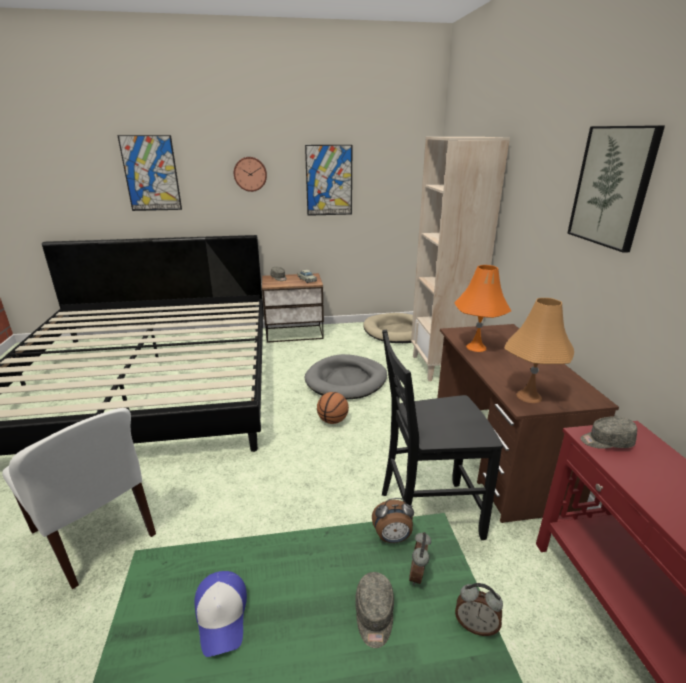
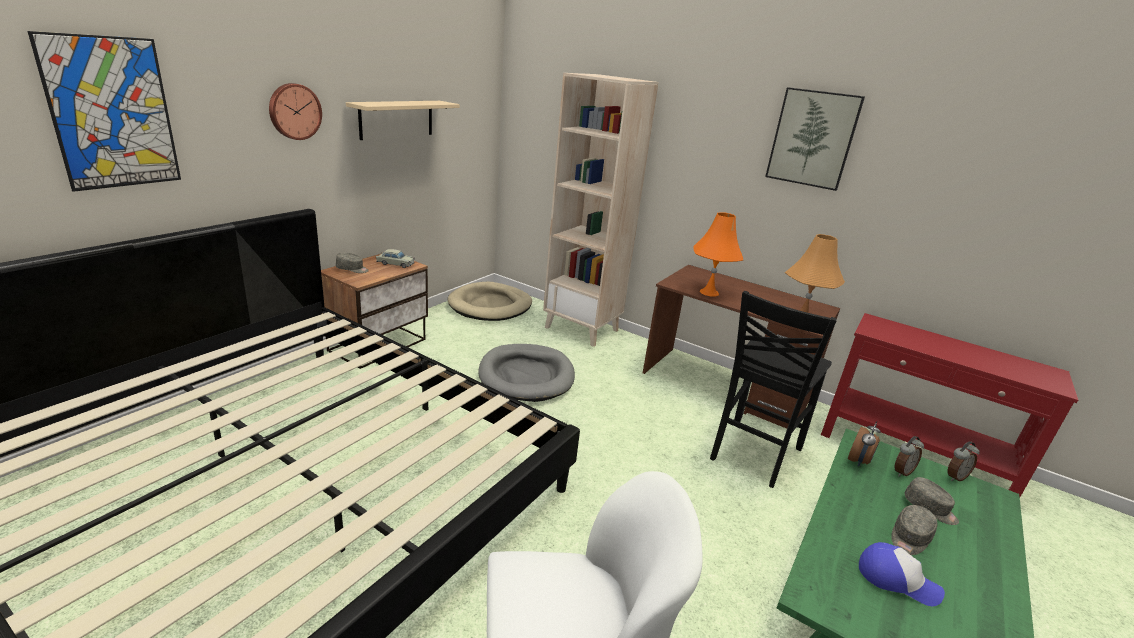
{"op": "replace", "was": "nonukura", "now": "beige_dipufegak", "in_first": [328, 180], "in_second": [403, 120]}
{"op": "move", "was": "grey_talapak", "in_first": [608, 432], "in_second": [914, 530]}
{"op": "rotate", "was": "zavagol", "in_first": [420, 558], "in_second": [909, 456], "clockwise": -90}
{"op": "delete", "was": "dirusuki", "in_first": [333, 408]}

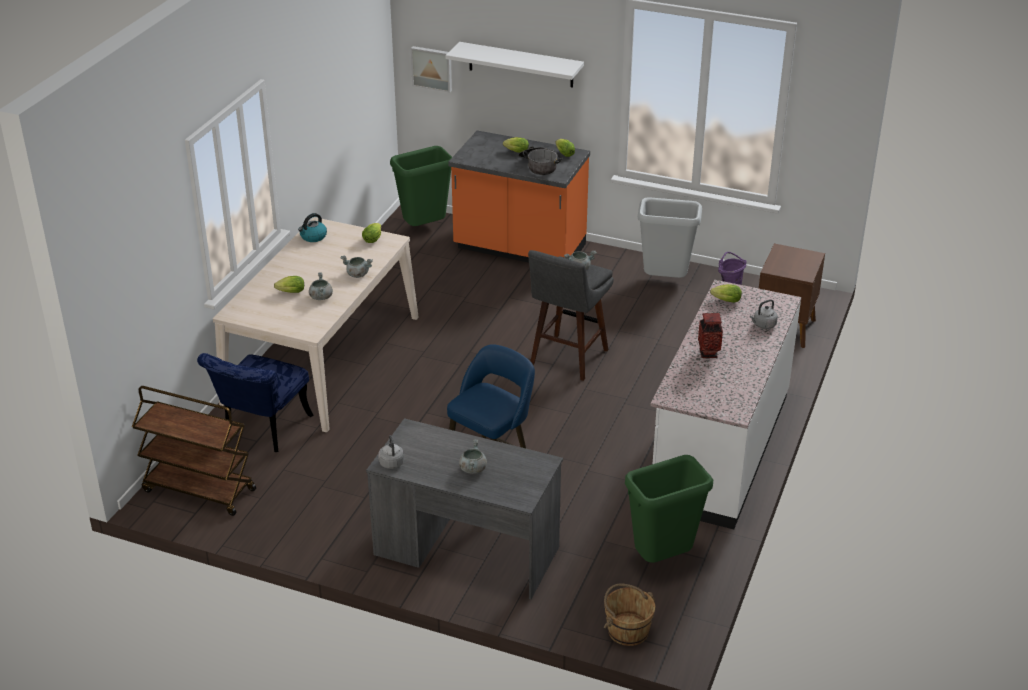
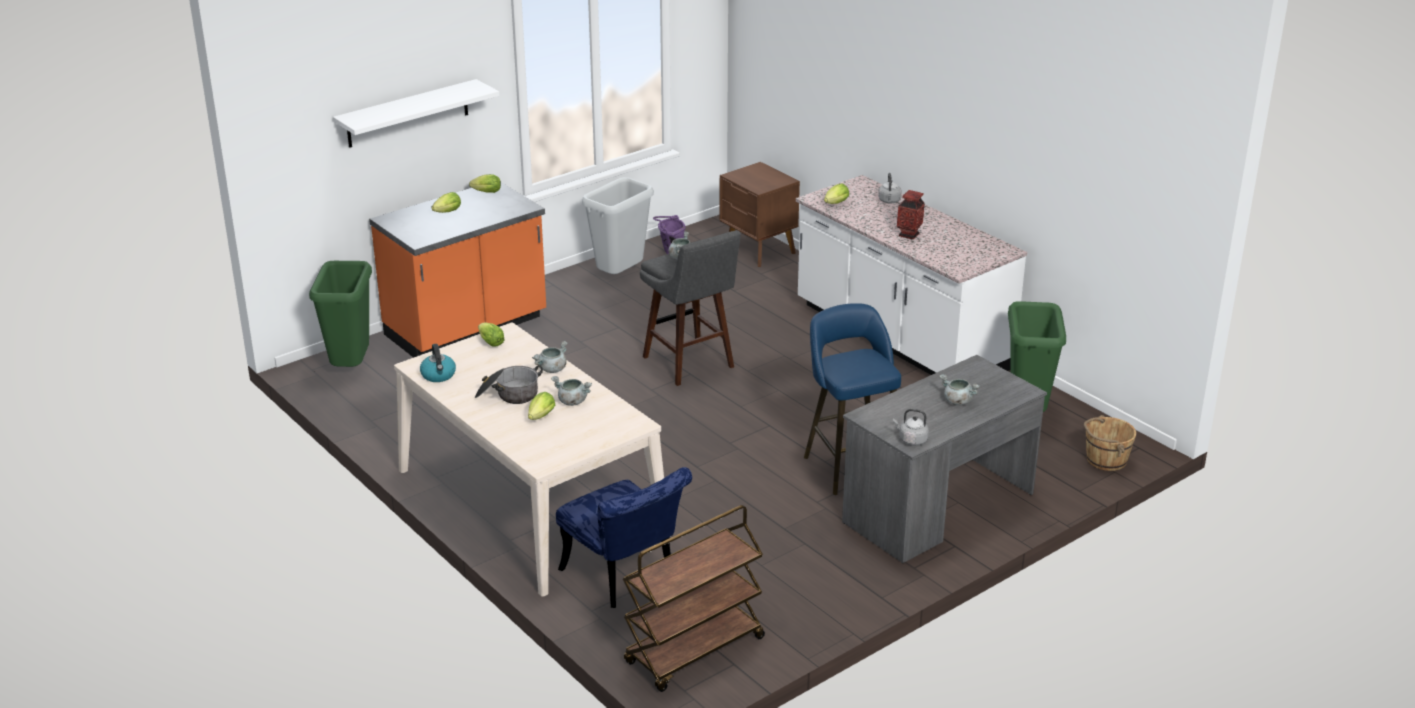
{"op": "move", "was": "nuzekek", "in_first": [540, 161], "in_second": [509, 384]}
{"op": "delete", "was": "nonukura", "in_first": [431, 69]}

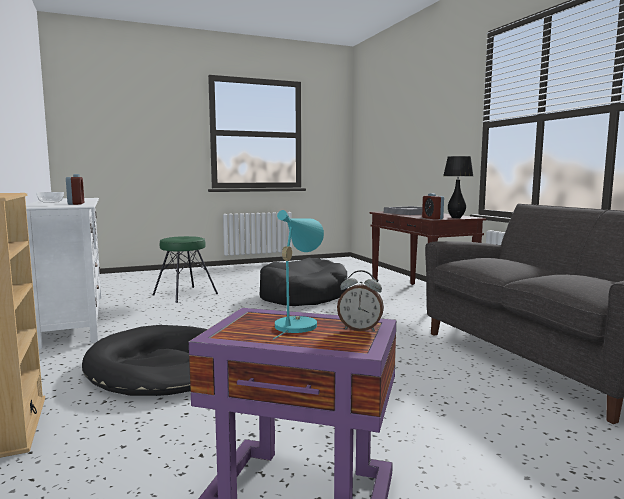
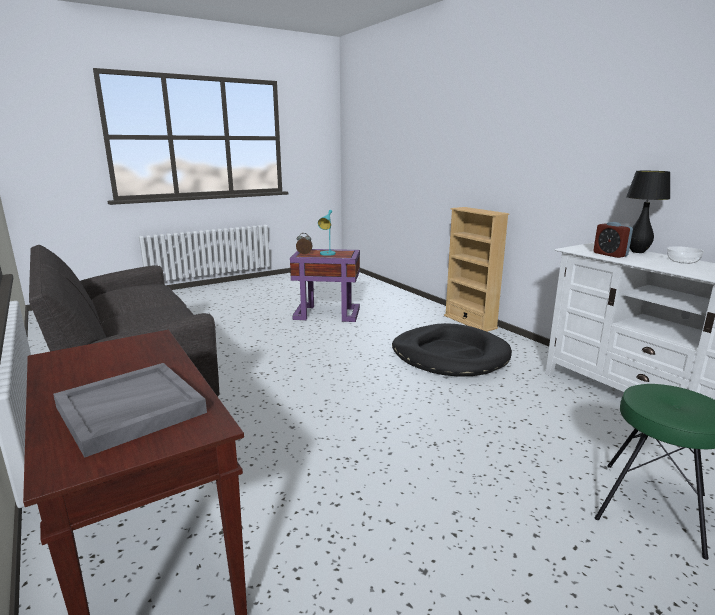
{"op": "move", "was": "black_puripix", "in_first": [458, 187], "in_second": [648, 212]}
{"op": "delete", "was": "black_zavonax", "in_first": [303, 282]}
{"op": "delete", "was": "zavagol", "in_first": [433, 206]}

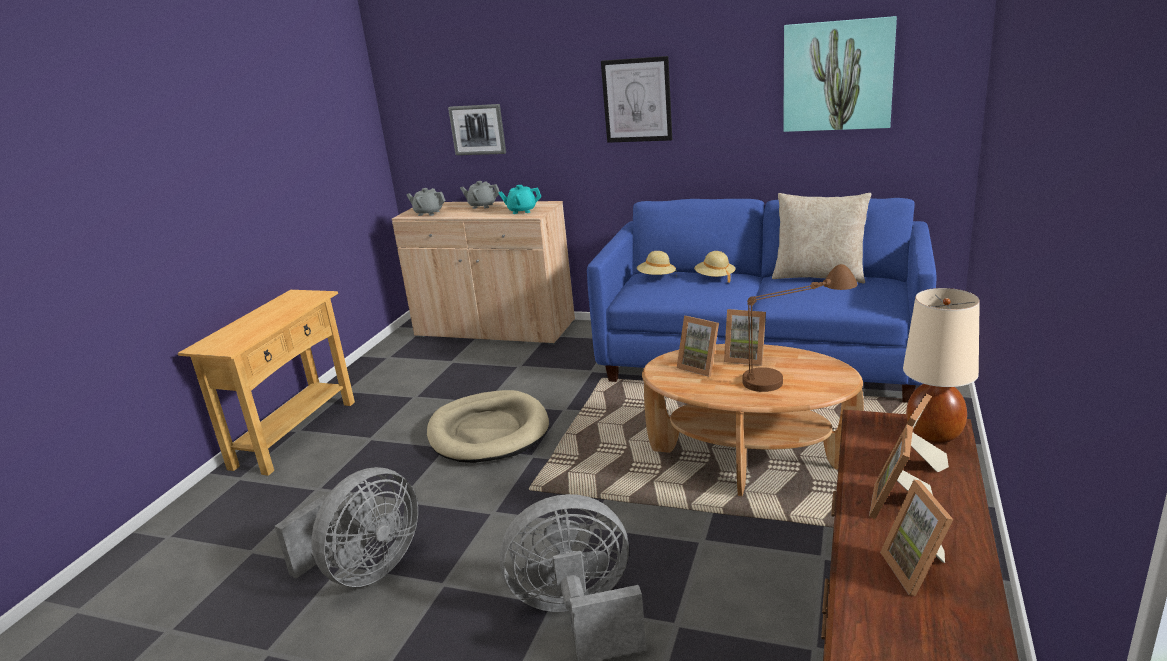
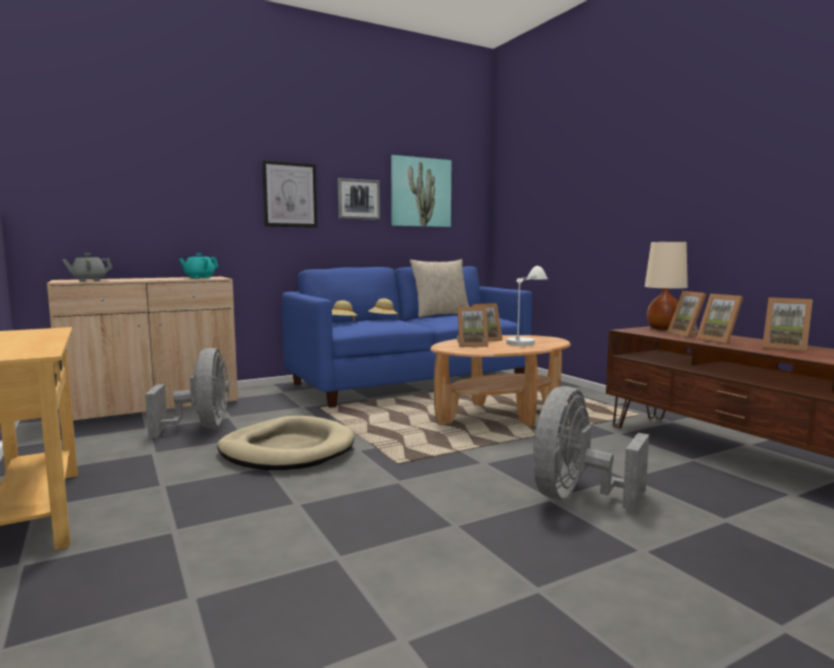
{"op": "move", "was": "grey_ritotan", "in_first": [346, 527], "in_second": [187, 393]}
{"op": "move", "was": "nonukura", "in_first": [477, 129], "in_second": [358, 199]}
{"op": "recolor", "was": "brown_puripix", "now": "white_puripix", "in_first": [800, 328], "in_second": [527, 306]}
{"op": "delete", "was": "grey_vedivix", "in_first": [480, 195]}

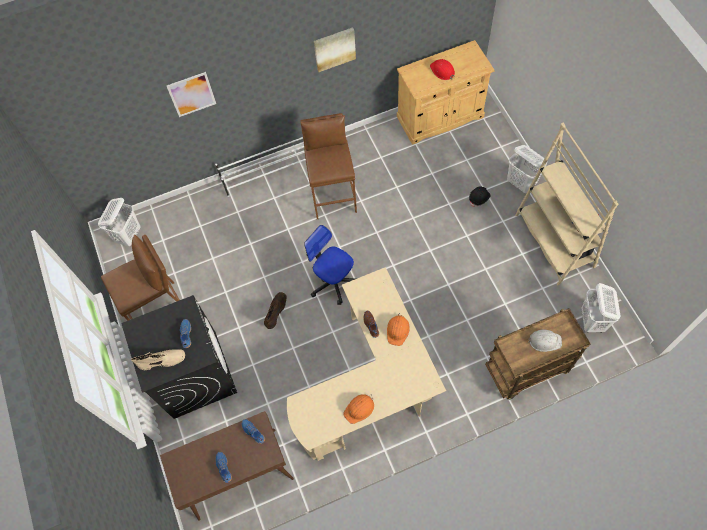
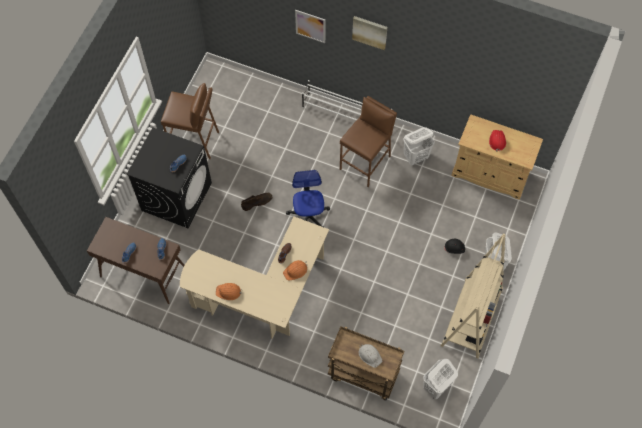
{"op": "move", "was": "nonukura", "in_first": [335, 49], "in_second": [370, 33]}
{"op": "move", "was": "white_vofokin", "in_first": [119, 222], "in_second": [419, 146]}
{"op": "delete", "was": "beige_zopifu", "in_first": [158, 359]}

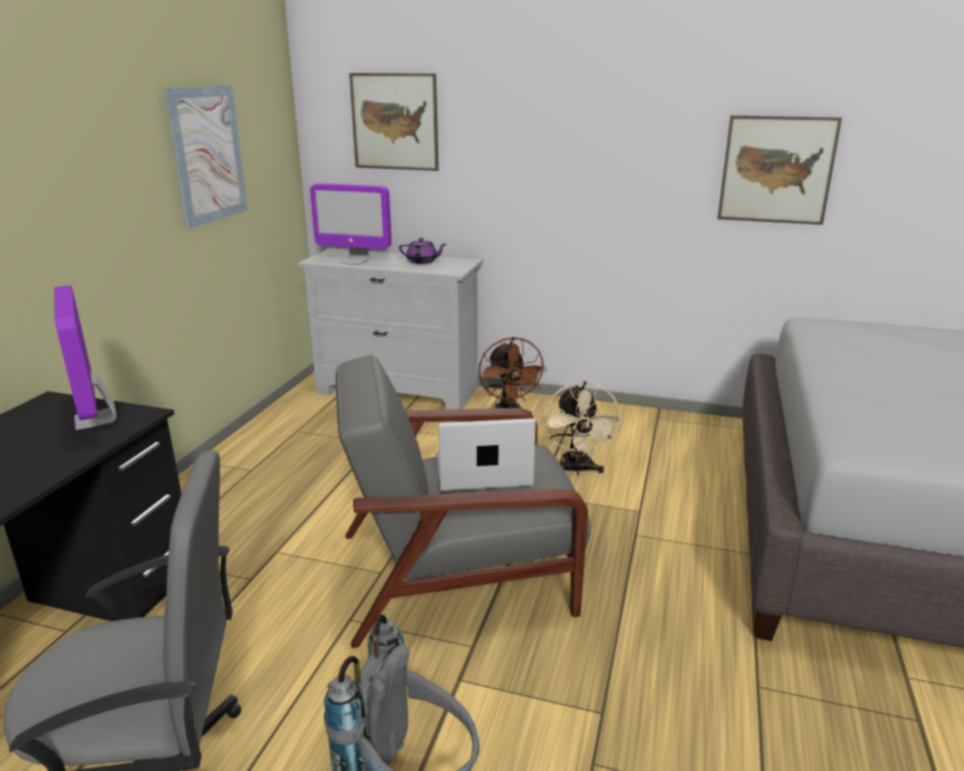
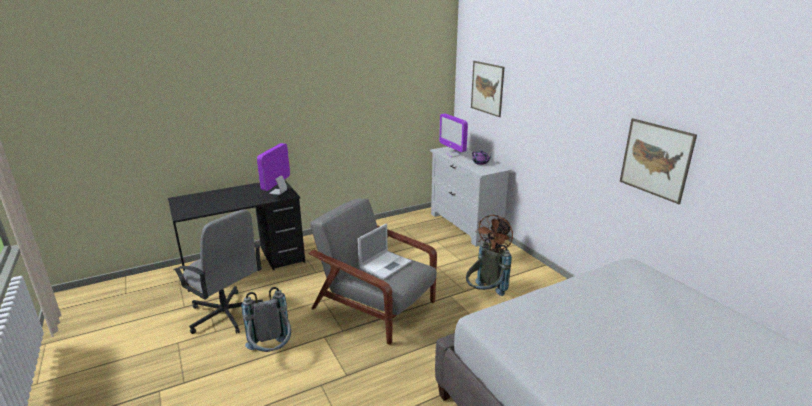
{"op": "rotate", "was": "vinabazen", "in_first": [486, 454], "in_second": [384, 251], "clockwise": 90}
{"op": "replace", "was": "beige_ritotan", "now": "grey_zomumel", "in_first": [583, 428], "in_second": [489, 267]}
{"op": "delete", "was": "nonukura", "in_first": [206, 156]}

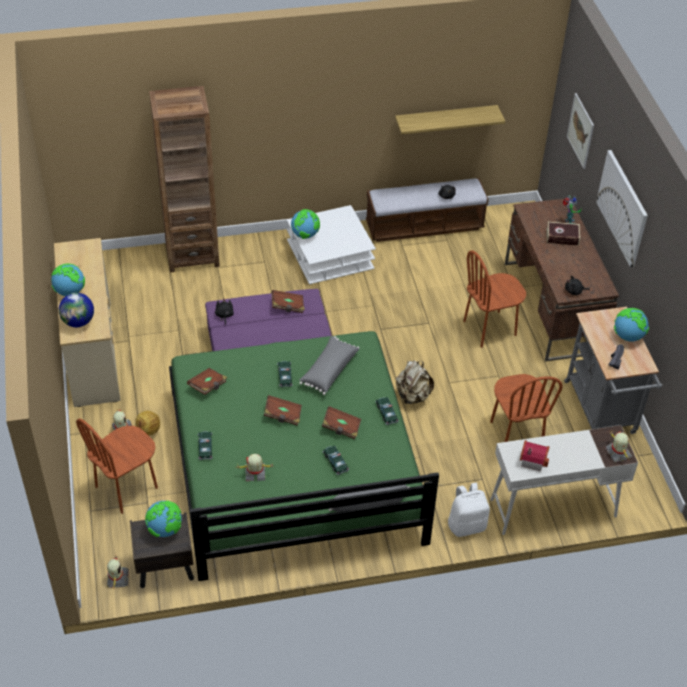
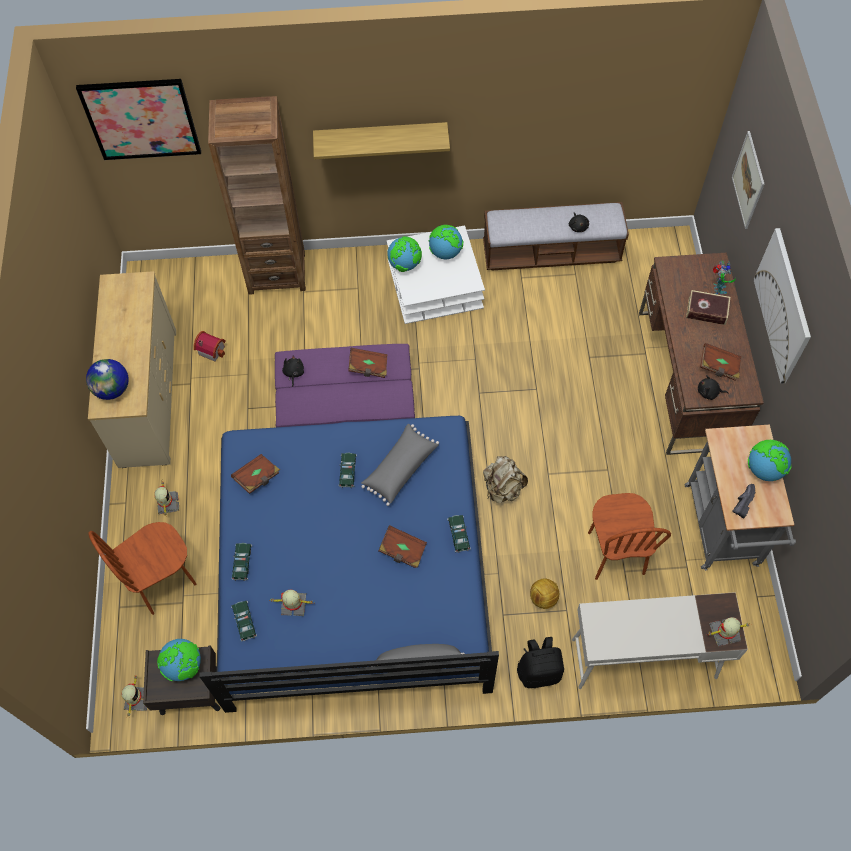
{"op": "insert", "now": "nonukura", "in_second": [138, 119]}
{"op": "move", "was": "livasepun", "in_first": [535, 455], "in_second": [210, 346]}
{"op": "recolor", "was": "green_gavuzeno", "now": "blue_gavuzeno", "in_first": [304, 456], "in_second": [349, 564]}
{"op": "move", "was": "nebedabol", "in_first": [336, 460], "in_second": [244, 621]}
{"op": "move", "was": "dipufegak", "in_first": [450, 120], "in_second": [381, 140]}
{"op": "move", "was": "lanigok", "in_first": [68, 279], "in_second": [445, 242]}
{"op": "recolor", "was": "white_zomumel", "now": "black_zomumel", "in_first": [469, 510], "in_second": [540, 662]}
{"op": "move", "was": "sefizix", "in_first": [147, 423], "in_second": [544, 593]}
{"op": "move", "was": "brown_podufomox", "in_first": [283, 410], "in_second": [720, 362]}
{"op": "rotate", "was": "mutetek", "in_first": [619, 446], "in_second": [728, 632], "clockwise": -90}
{"op": "delete", "was": "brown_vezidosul", "in_first": [494, 299]}

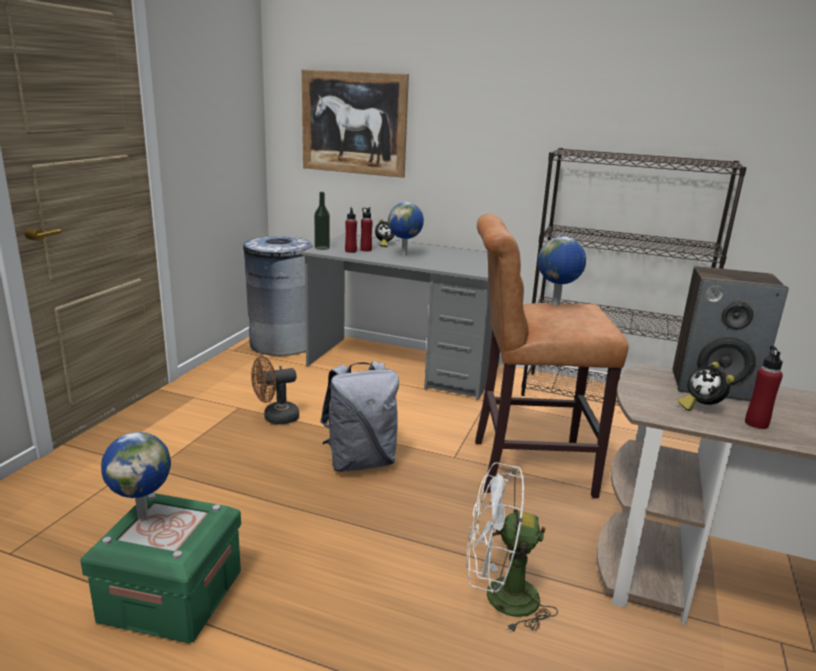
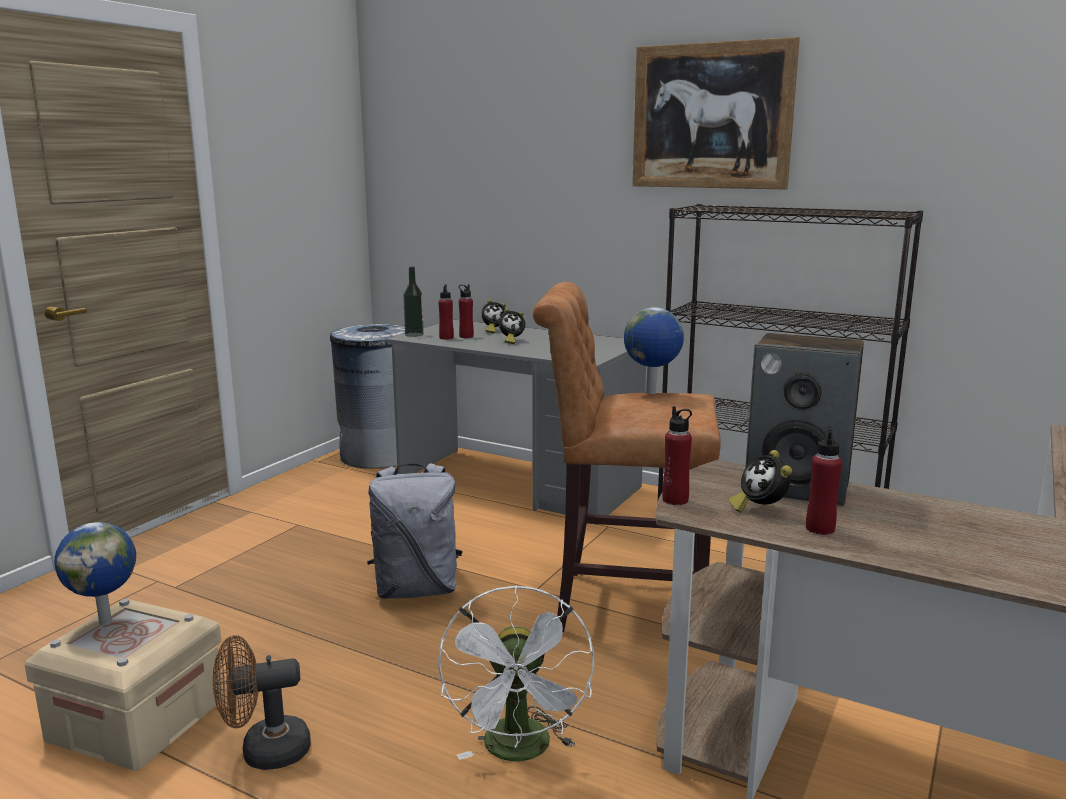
{"op": "recolor", "was": "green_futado", "now": "beige_futado", "in_first": [160, 568], "in_second": [124, 684]}
{"op": "move", "was": "brown_ritotan", "in_first": [275, 390], "in_second": [262, 702]}
{"op": "rotate", "was": "white_ritotan", "in_first": [512, 547], "in_second": [516, 673], "clockwise": -105}
{"op": "replace", "was": "lanigok", "now": "zavagol", "in_first": [406, 229], "in_second": [512, 326]}
{"op": "move", "was": "nonukura", "in_first": [355, 124], "in_second": [716, 113]}
{"op": "insert", "now": "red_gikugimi", "in_second": [677, 455]}

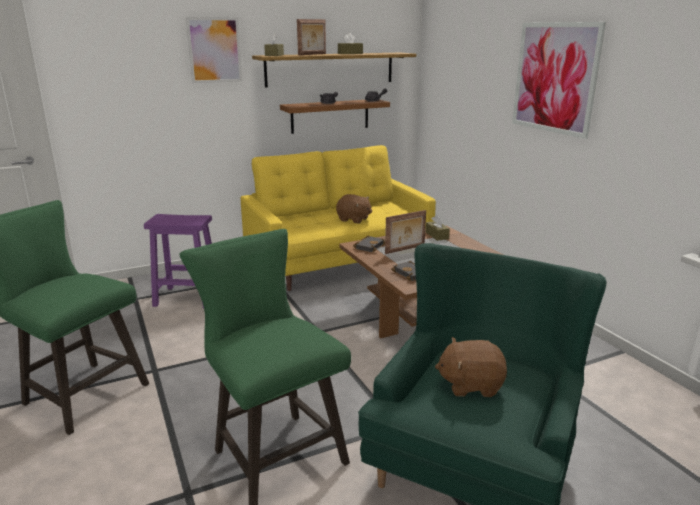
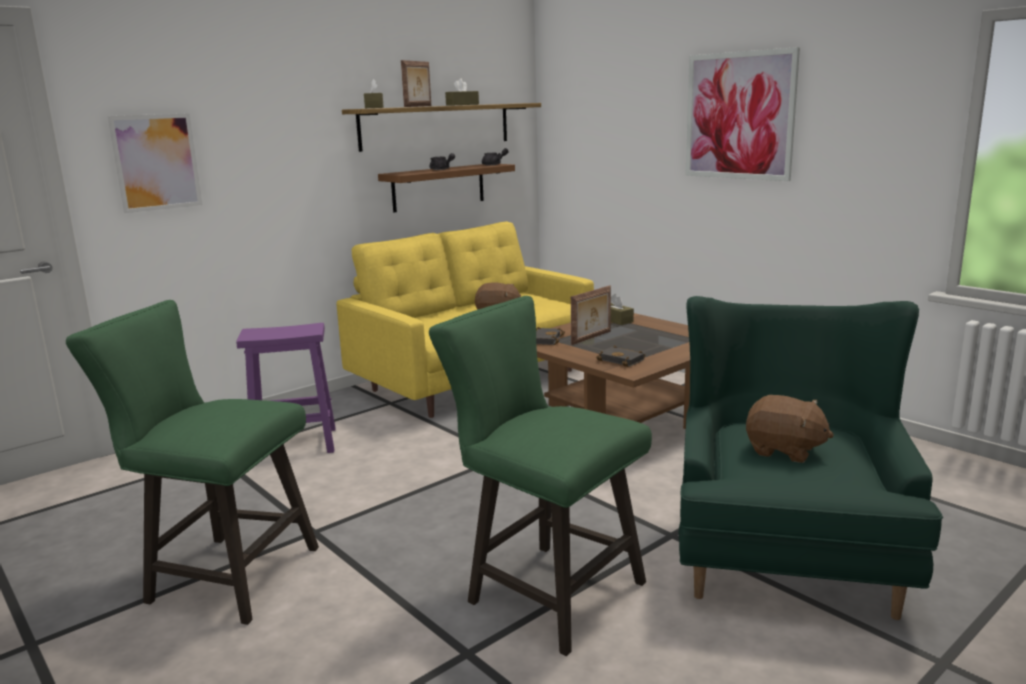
{"op": "move", "was": "nonukura", "in_first": [214, 50], "in_second": [155, 163]}
{"op": "rotate", "was": "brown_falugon", "in_first": [471, 367], "in_second": [790, 429], "clockwise": -135}

